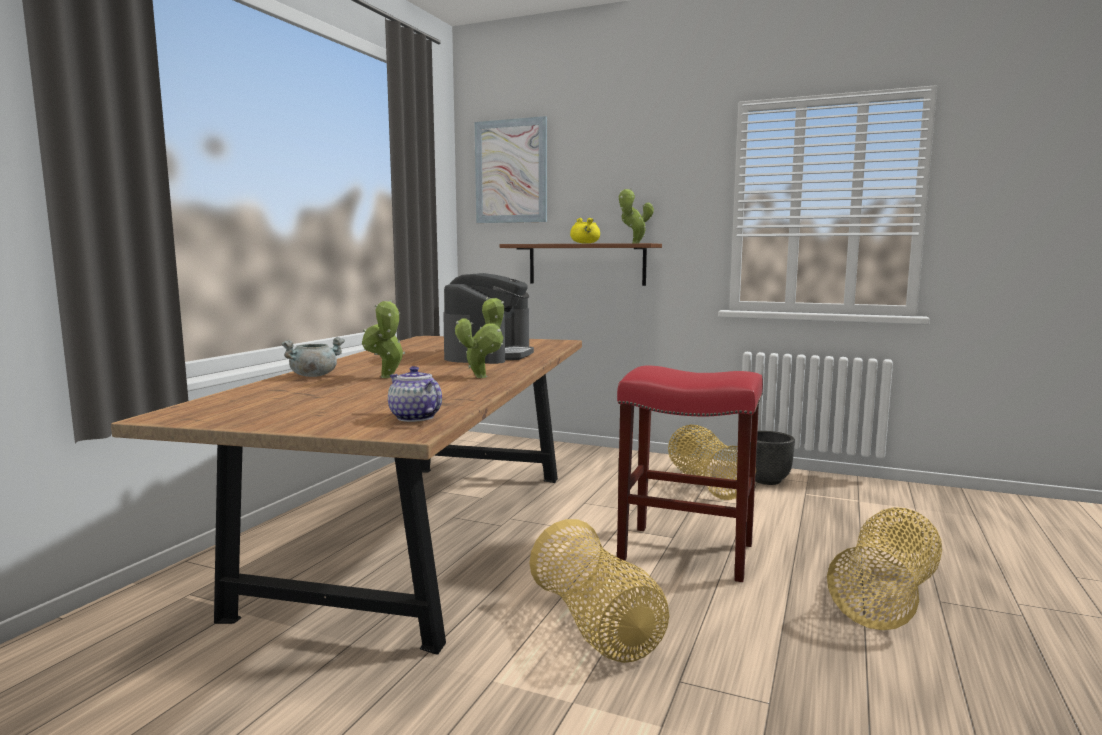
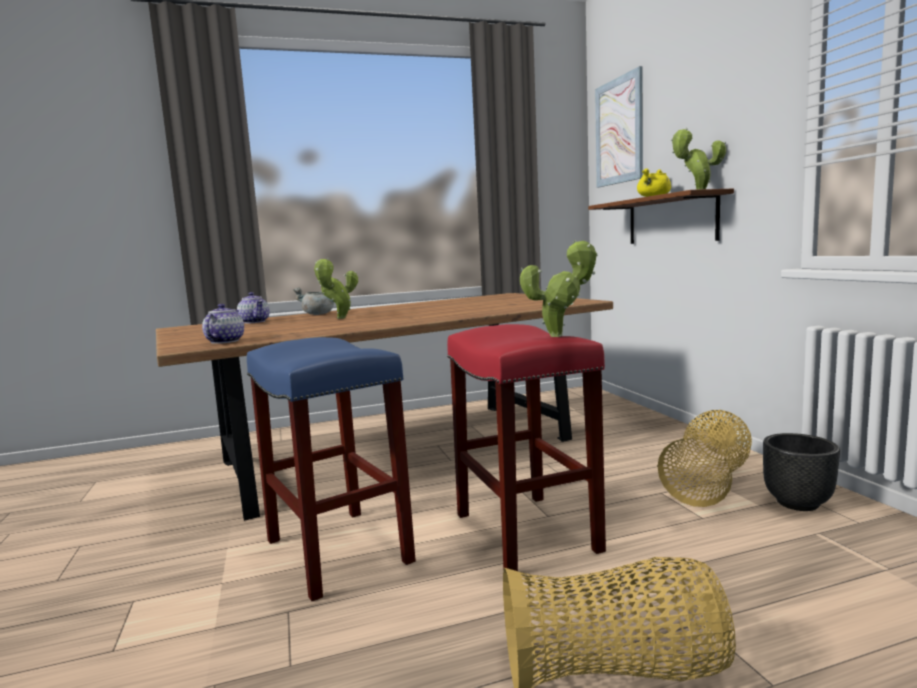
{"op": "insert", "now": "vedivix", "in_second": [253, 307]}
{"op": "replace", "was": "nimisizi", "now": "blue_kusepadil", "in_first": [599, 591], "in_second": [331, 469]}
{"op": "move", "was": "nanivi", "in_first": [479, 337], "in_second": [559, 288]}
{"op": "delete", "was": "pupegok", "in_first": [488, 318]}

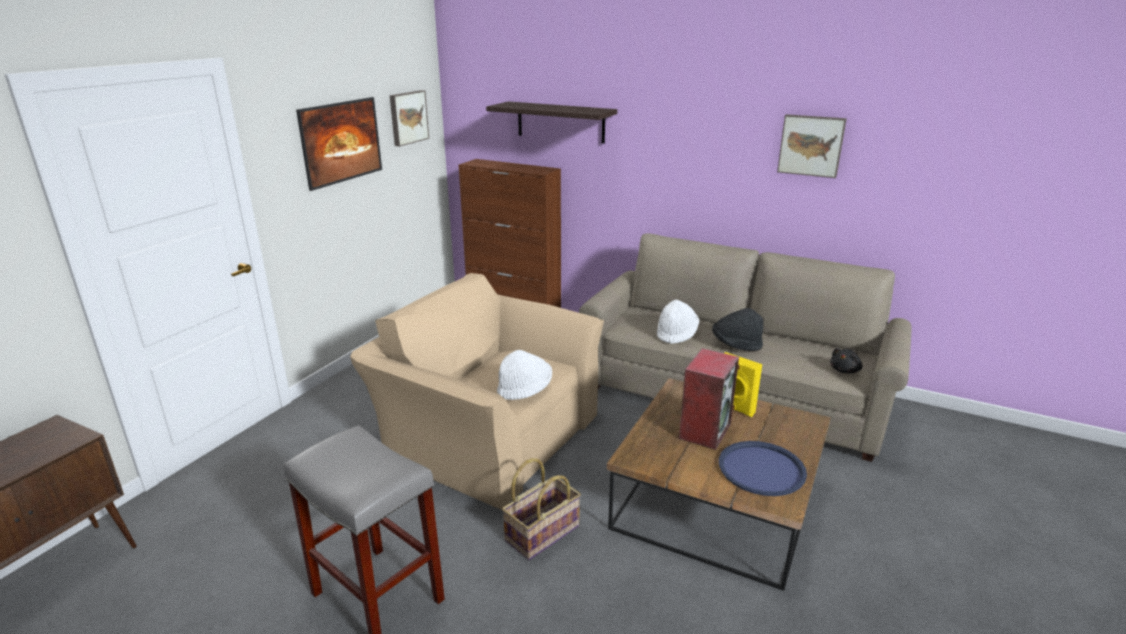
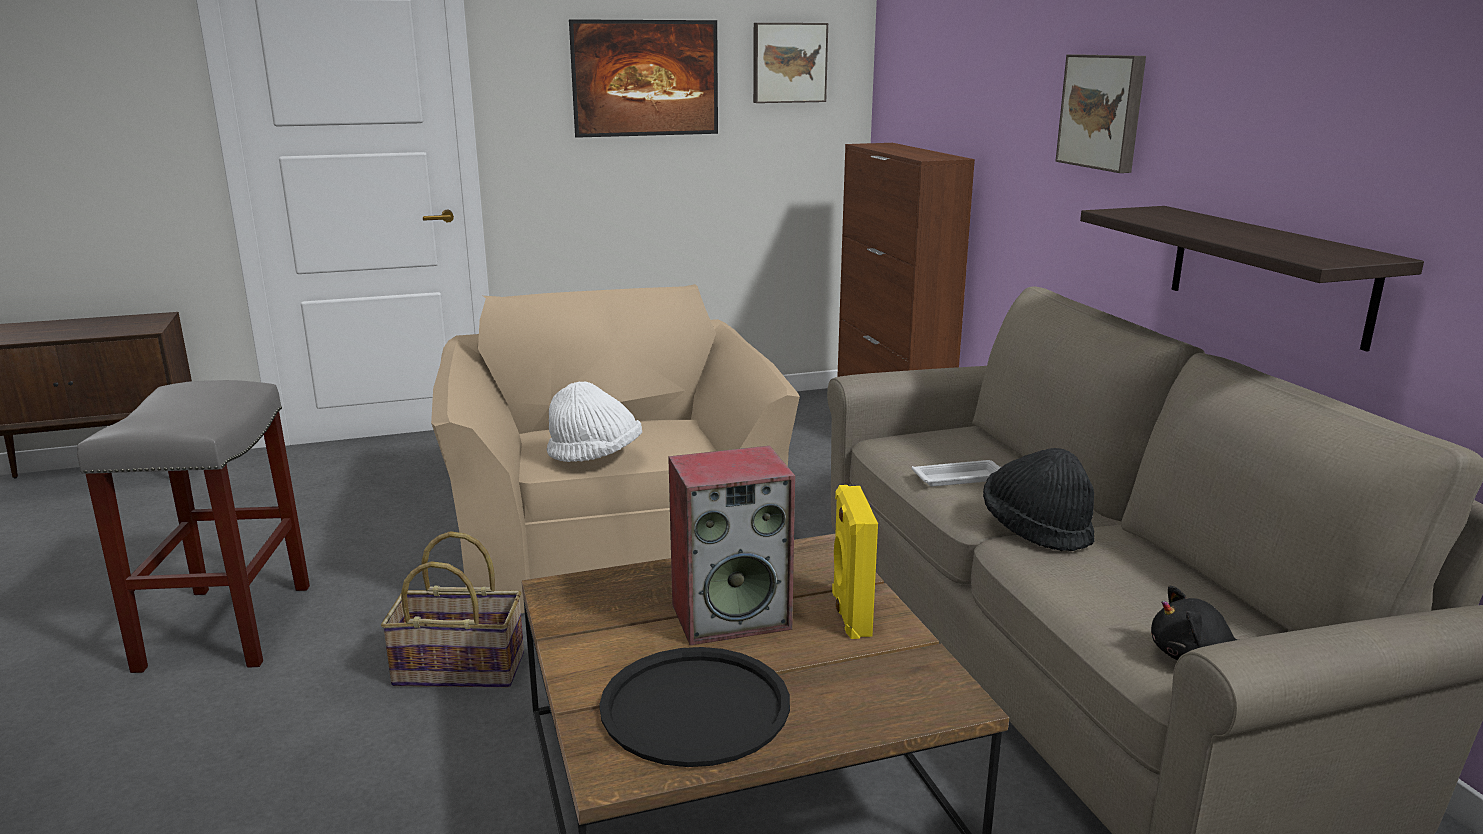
{"op": "recolor", "was": "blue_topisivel", "now": "black_topisivel", "in_first": [763, 468], "in_second": [694, 707]}
{"op": "replace", "was": "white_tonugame", "now": "white_topisivel", "in_first": [678, 322], "in_second": [956, 473]}
{"op": "move", "was": "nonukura", "in_first": [812, 146], "in_second": [1101, 113]}
{"op": "move", "was": "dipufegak", "in_first": [551, 122], "in_second": [1252, 279]}

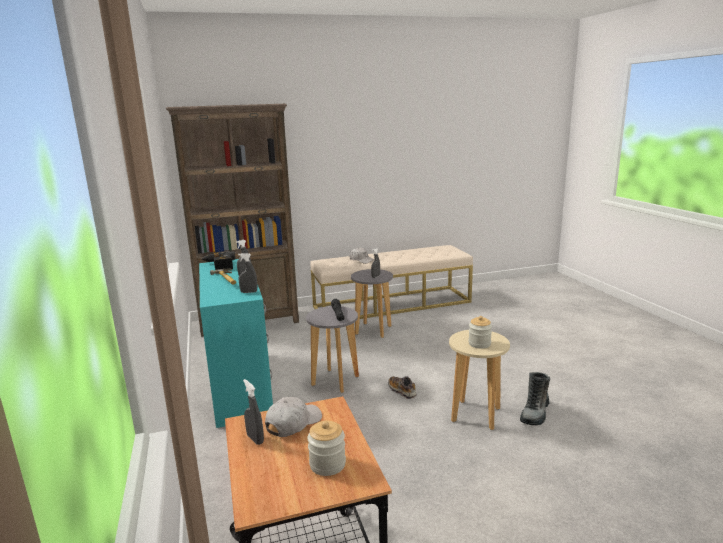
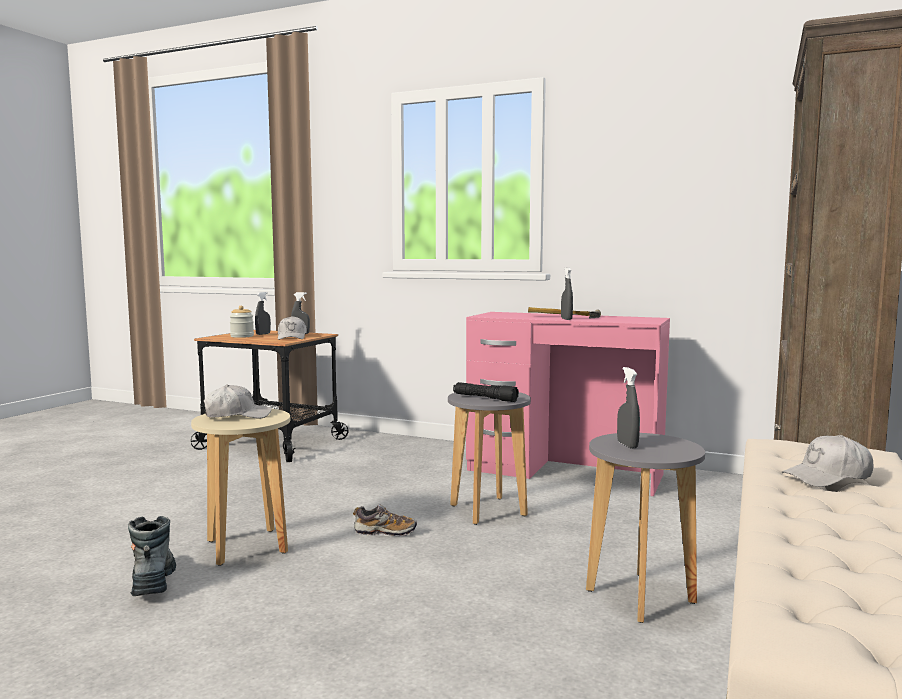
{"op": "replace", "was": "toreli", "now": "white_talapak", "in_first": [480, 332], "in_second": [238, 401]}
{"op": "move", "was": "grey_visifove", "in_first": [247, 273], "in_second": [263, 313]}
{"op": "recolor", "was": "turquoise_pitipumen", "now": "pink_pitipumen", "in_first": [236, 343], "in_second": [568, 404]}
{"op": "delete", "was": "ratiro", "in_first": [217, 260]}

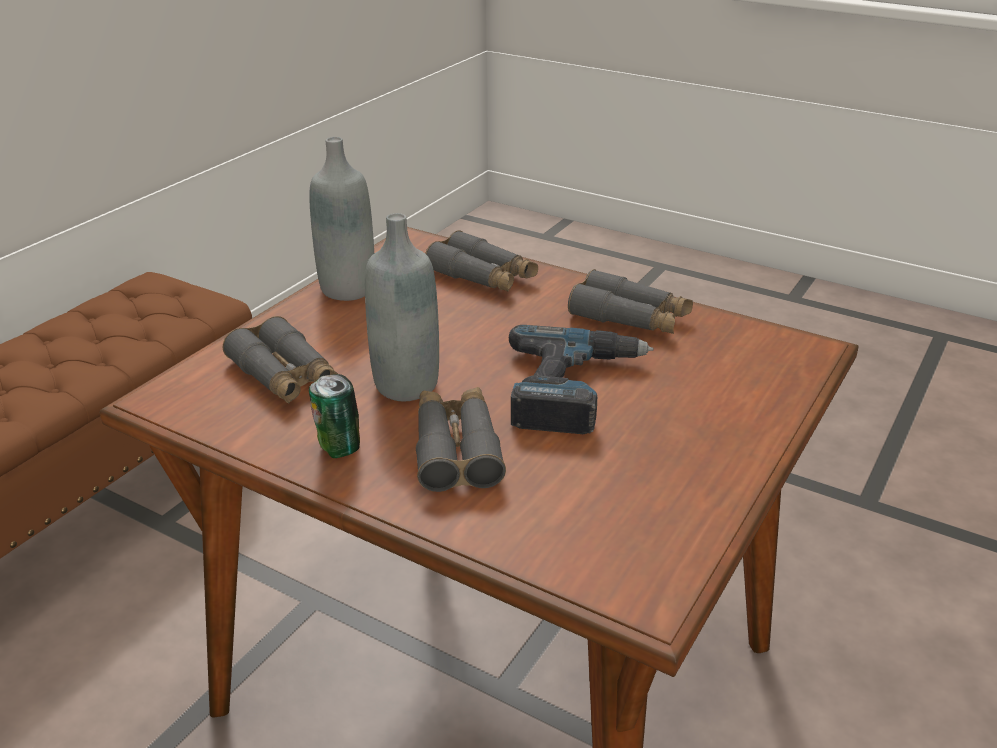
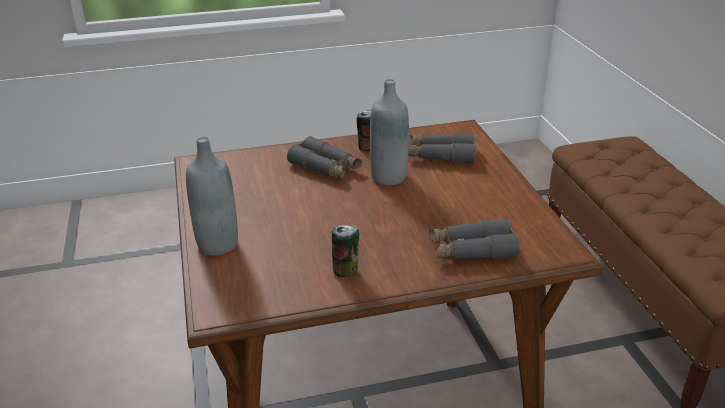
{"op": "move", "was": "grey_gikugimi", "in_first": [341, 219], "in_second": [212, 196]}
{"op": "replace", "was": "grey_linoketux", "now": "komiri", "in_first": [630, 301], "in_second": [345, 251]}
{"op": "delete", "was": "ratiro", "in_first": [581, 379]}

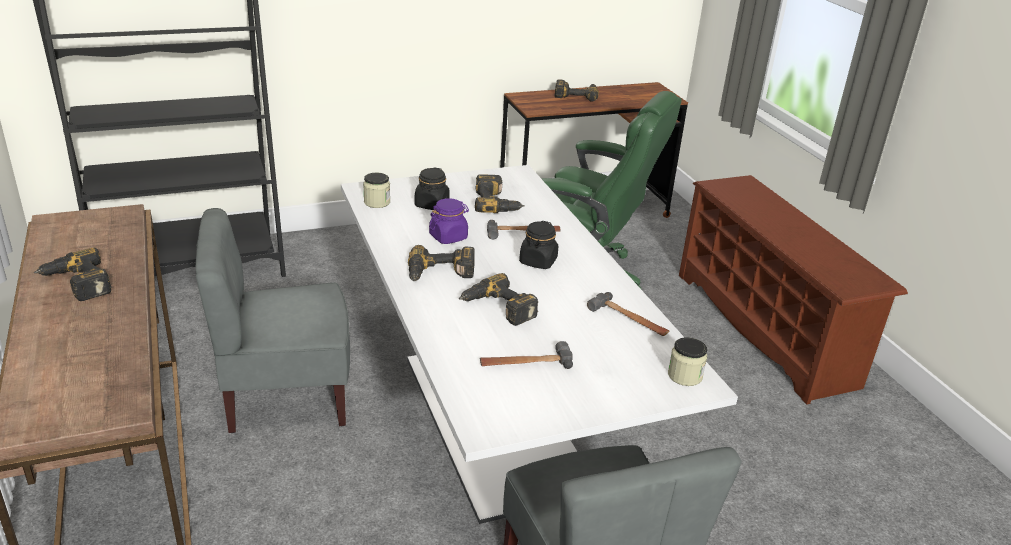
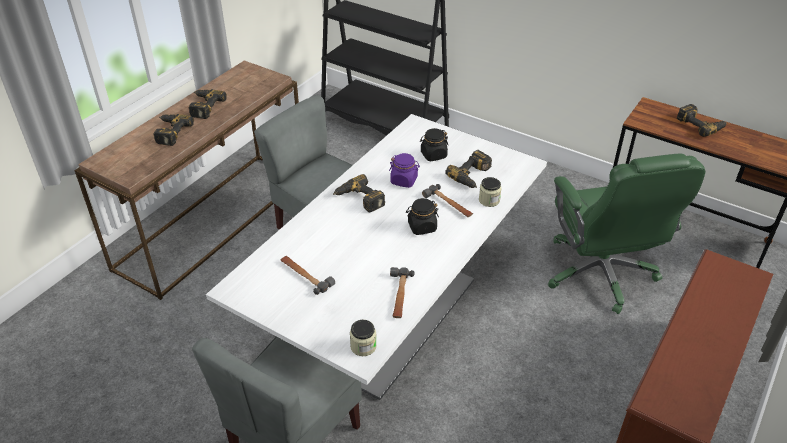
{"op": "move", "was": "ratiro", "in_first": [498, 299], "in_second": [174, 130]}
{"op": "move", "was": "toreli", "in_first": [376, 190], "in_second": [490, 192]}

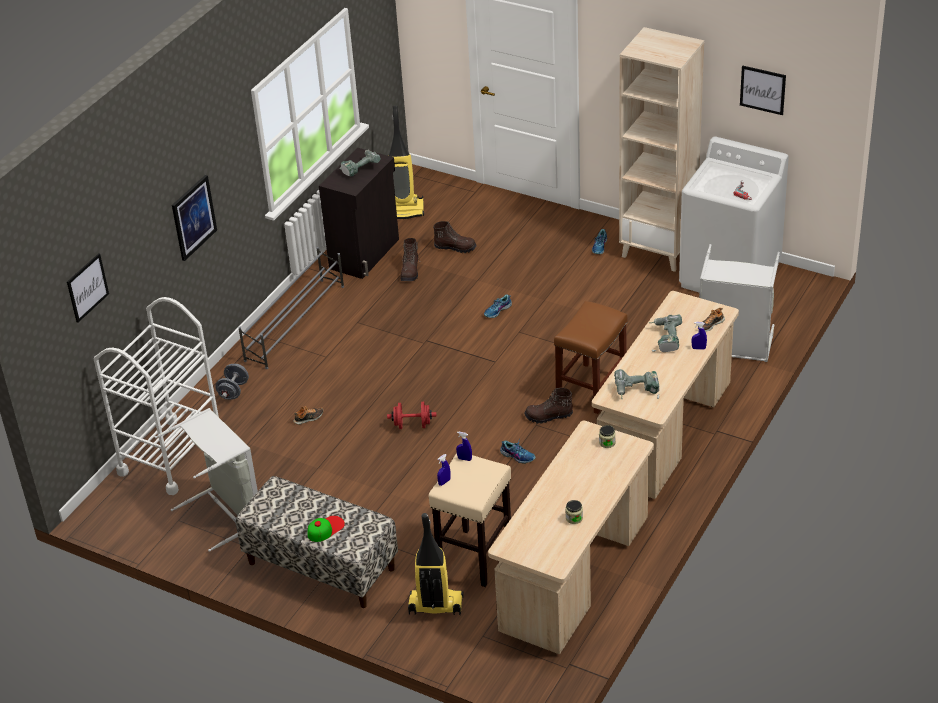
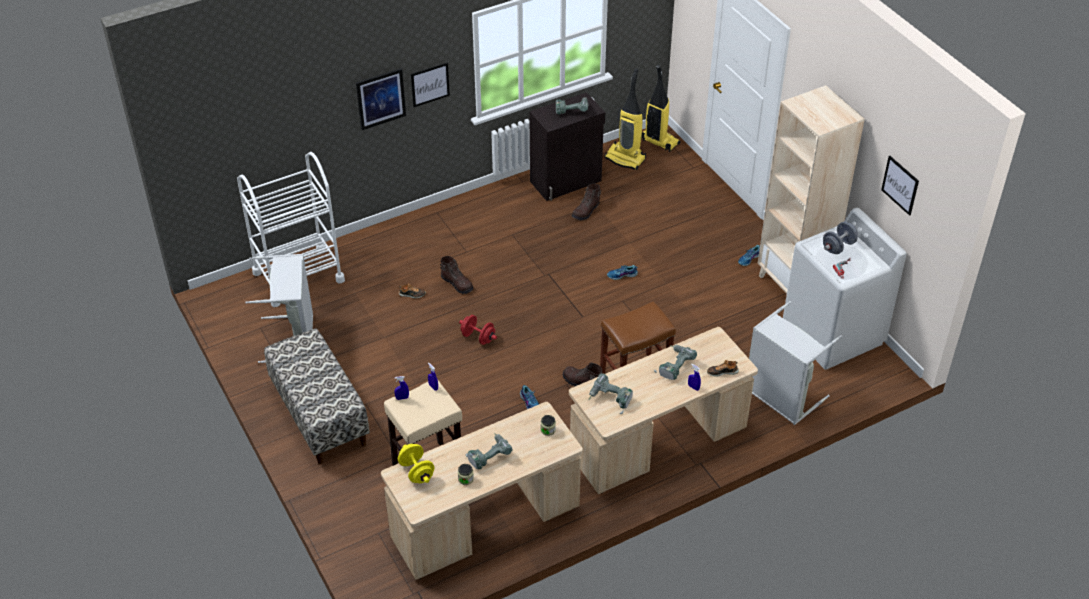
{"op": "insert", "now": "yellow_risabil", "in_second": [416, 463]}
{"op": "move", "was": "nonukura", "in_first": [88, 288], "in_second": [430, 85]}
{"op": "move", "was": "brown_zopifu", "in_first": [455, 237], "in_second": [457, 275]}
{"op": "insert", "now": "ratiro", "in_second": [489, 451]}
{"op": "move", "was": "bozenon", "in_first": [436, 564], "in_second": [660, 108]}
{"op": "move", "was": "grey_risabil", "in_first": [232, 382], "in_second": [840, 238]}
{"op": "delete", "was": "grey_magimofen", "in_first": [291, 308]}
{"op": "delete", "was": "talapak", "in_first": [326, 529]}

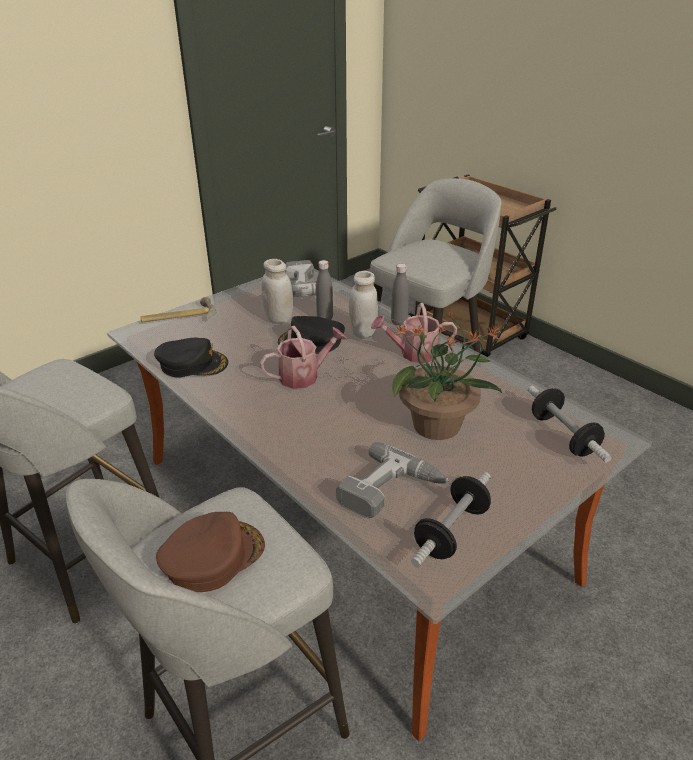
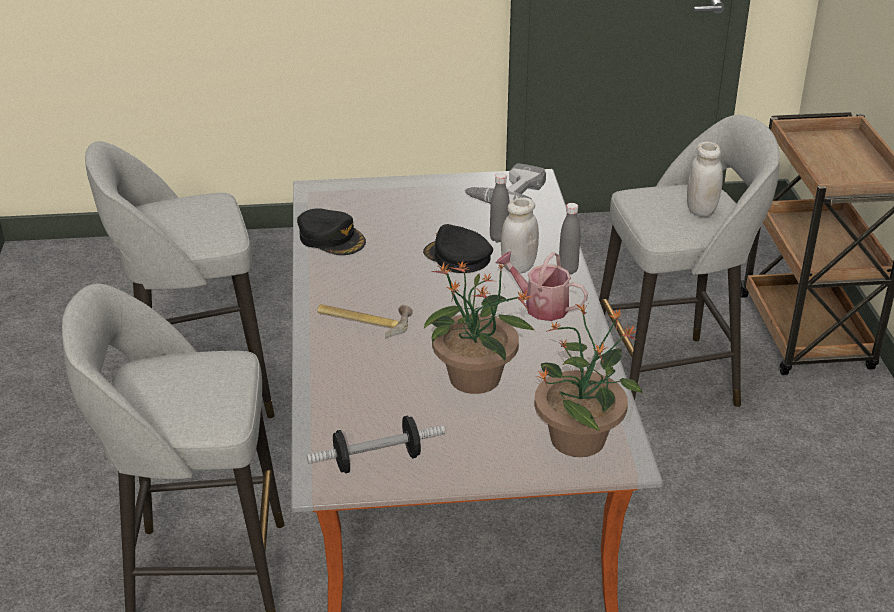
{"op": "move", "was": "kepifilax", "in_first": [178, 310], "in_second": [365, 321]}
{"op": "replace", "was": "risabil", "now": "nanivi", "in_first": [570, 424], "in_second": [588, 380]}
{"op": "move", "was": "white_toreli", "in_first": [277, 291], "in_second": [705, 179]}
{"op": "delete", "was": "brown_talapak", "in_first": [210, 552]}
{"op": "delete", "was": "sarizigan", "in_first": [303, 357]}
{"op": "delete", "was": "ratiro", "in_first": [392, 480]}

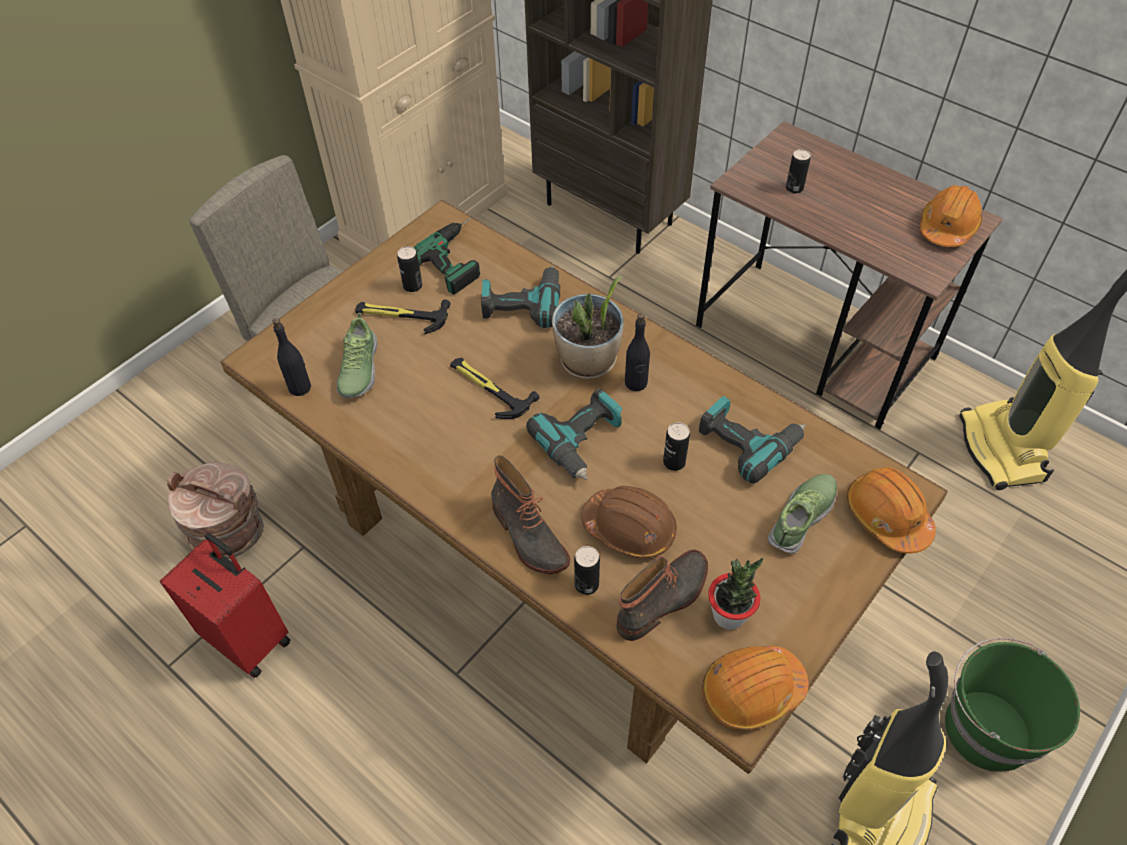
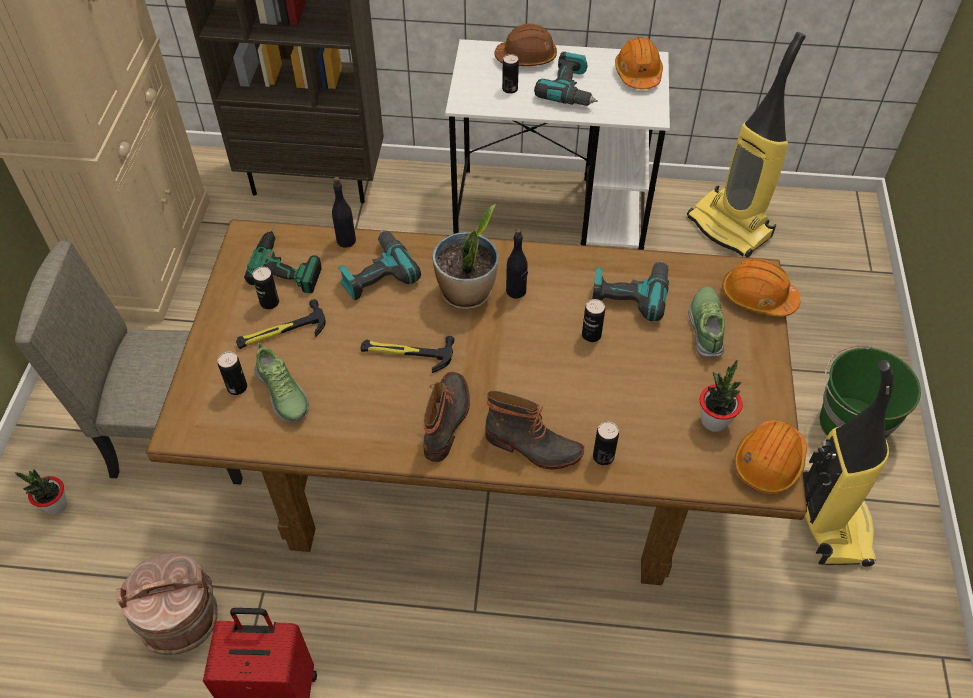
{"op": "insert", "now": "nanivi", "in_second": [41, 492]}
{"op": "insert", "now": "komiri", "in_second": [232, 373]}
{"op": "move", "was": "black_gikugimi", "in_first": [291, 357], "in_second": [344, 212]}
{"op": "move", "was": "zopifu", "in_first": [662, 595], "in_second": [446, 417]}
{"op": "recolor", "was": "brown_pitipumen", "now": "white_pitipumen", "in_first": [849, 275], "in_second": [557, 144]}
{"op": "move", "was": "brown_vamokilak", "in_first": [629, 522], "in_second": [525, 45]}
{"op": "move", "was": "ratiro", "in_first": [574, 434], "in_second": [566, 79]}

